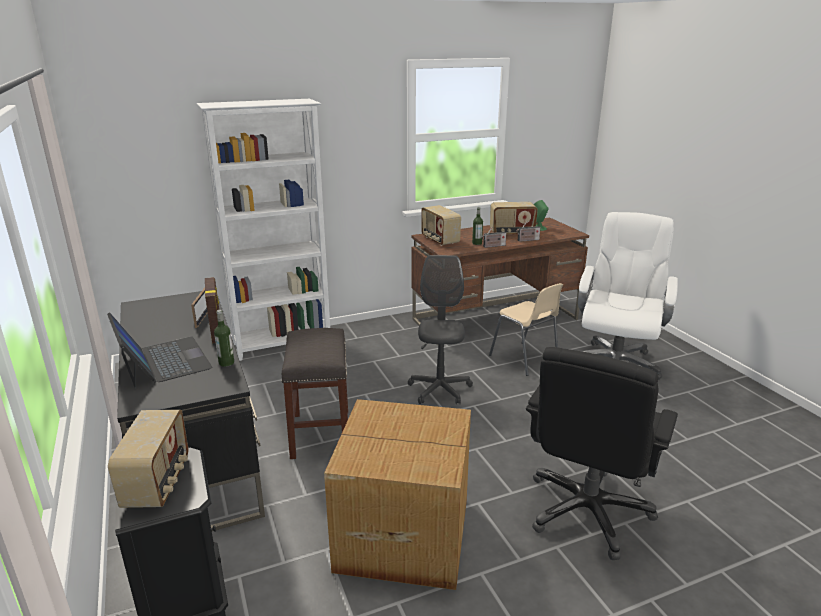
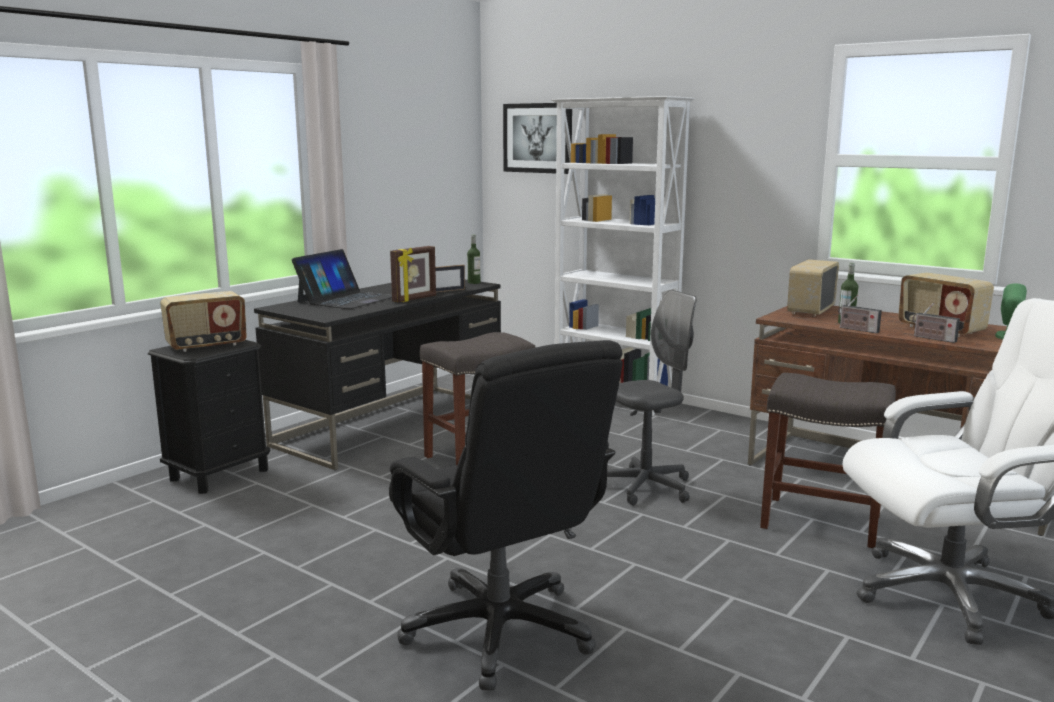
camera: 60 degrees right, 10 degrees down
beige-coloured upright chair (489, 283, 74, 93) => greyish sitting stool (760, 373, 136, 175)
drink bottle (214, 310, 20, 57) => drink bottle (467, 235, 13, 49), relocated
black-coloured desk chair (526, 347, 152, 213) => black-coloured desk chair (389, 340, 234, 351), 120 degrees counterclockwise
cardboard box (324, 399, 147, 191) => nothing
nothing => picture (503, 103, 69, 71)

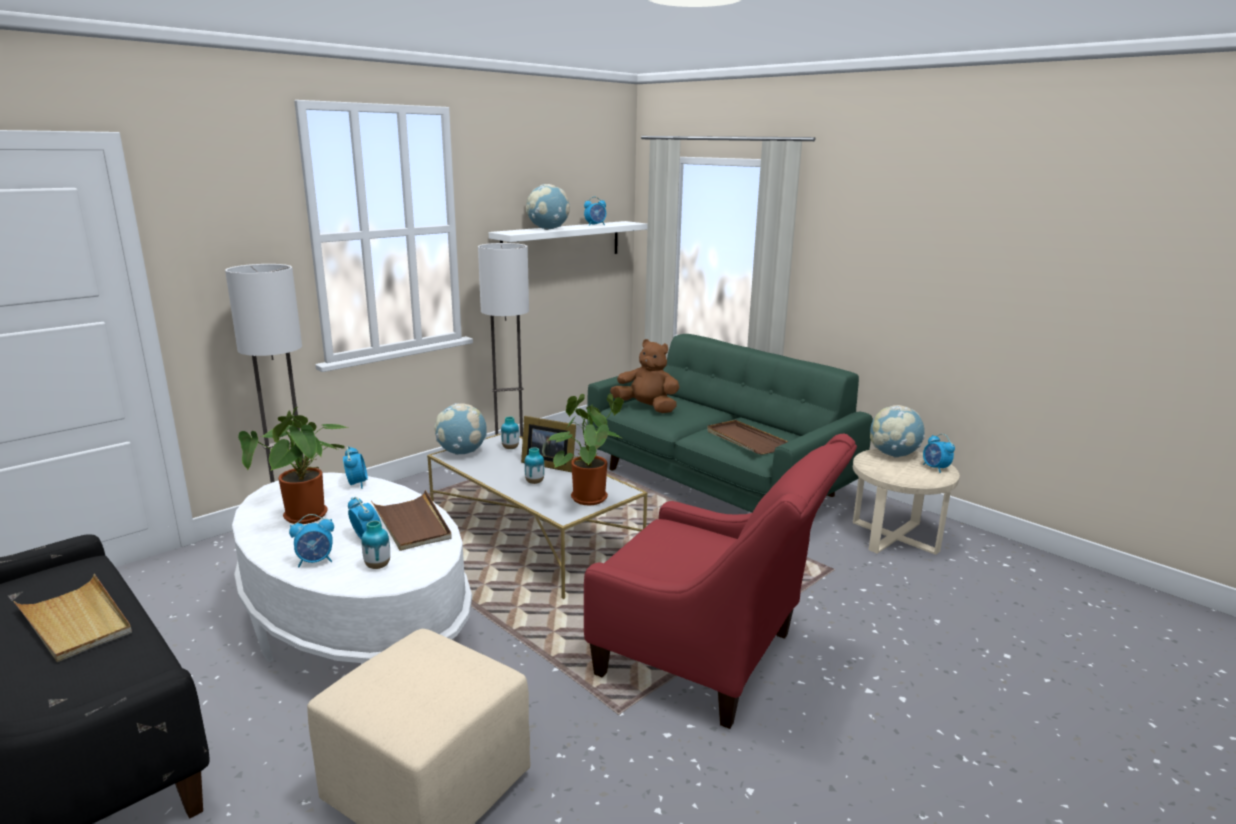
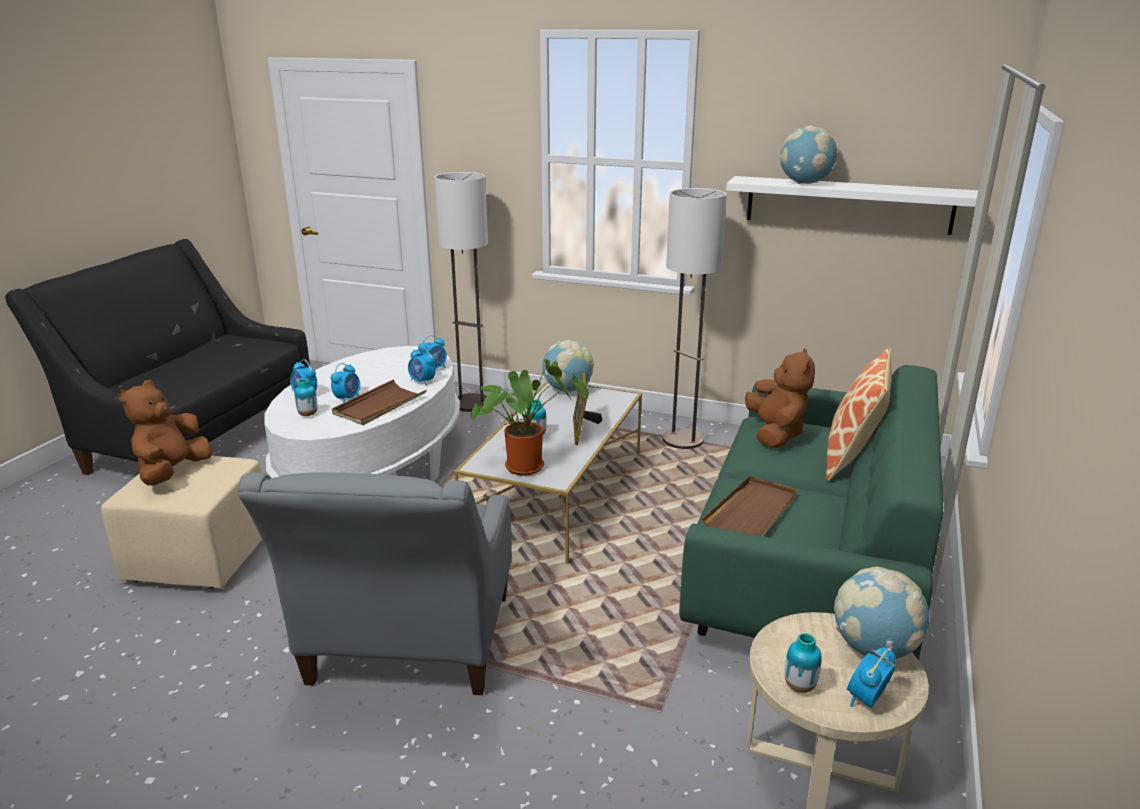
camera: 65 degrees right, 5 degrees up
bedside clock (584, 196, 22, 30) => bedside clock (408, 347, 28, 39), relocated
plant in a pot (238, 407, 112, 117) => nothing
decorative vase (501, 417, 18, 32) => decorative vase (785, 633, 37, 60), relocated
reddish armchair (584, 434, 273, 295) => greyish armchair (238, 472, 274, 223)
beige-coloured carrying tray (13, 574, 119, 88) => nothing
nothing => pillow (826, 347, 66, 134)
nothing => brown-coloured soft toy (118, 380, 94, 106)

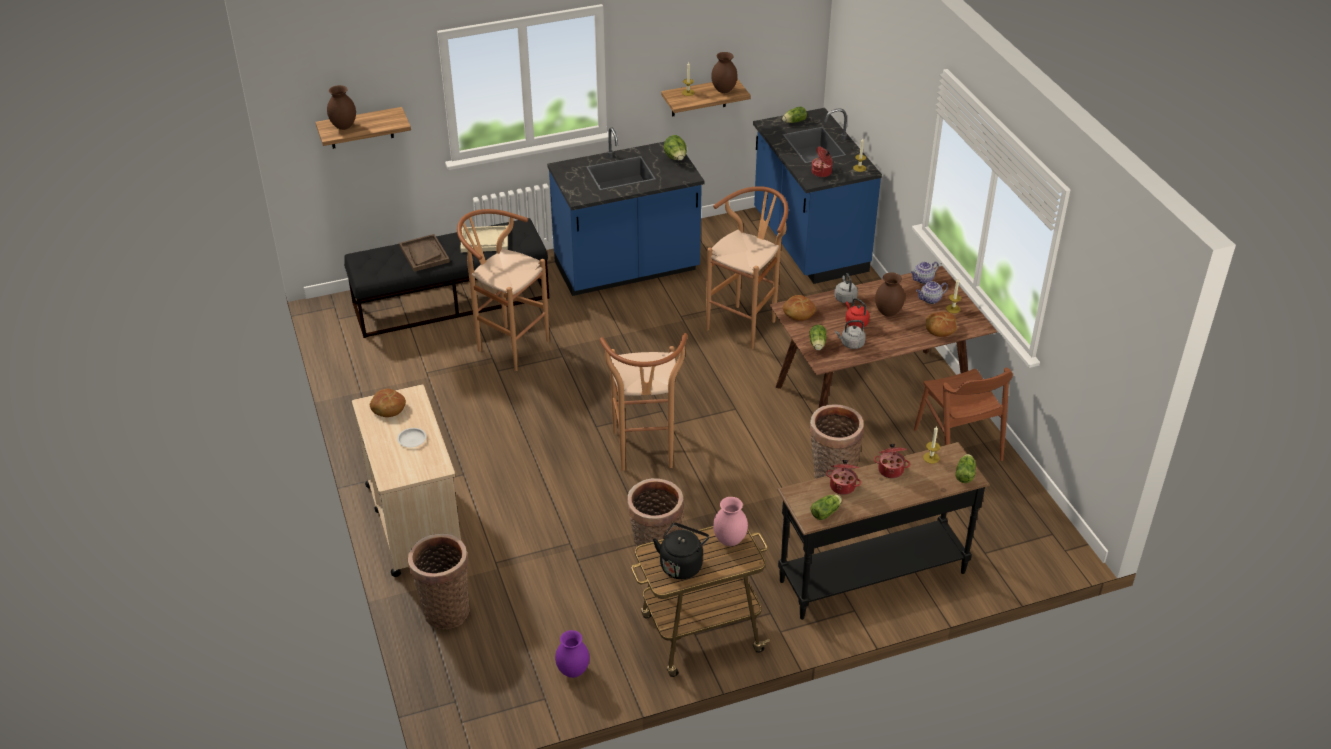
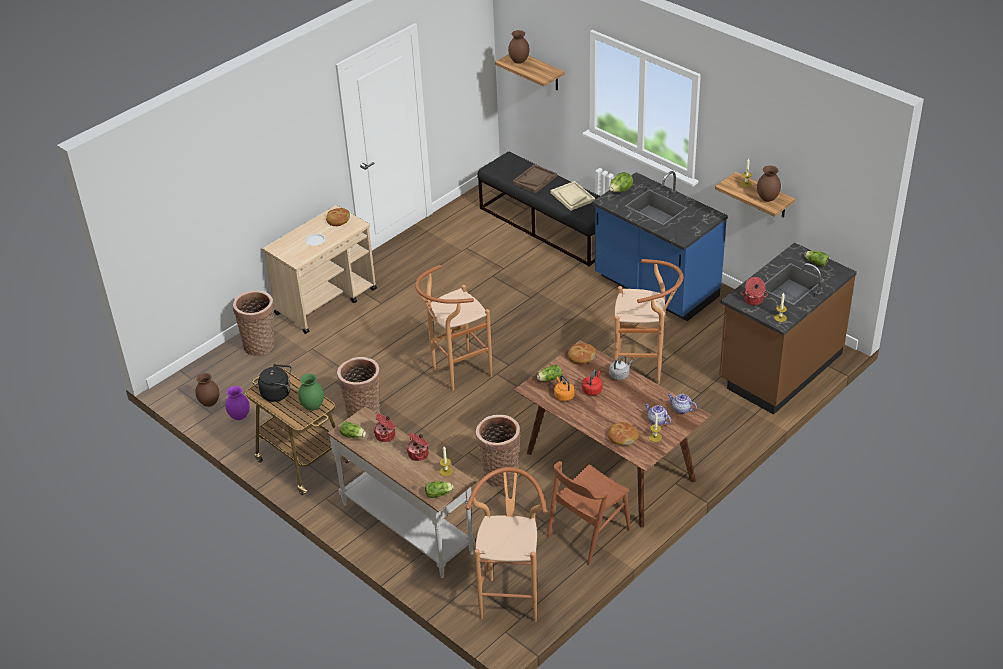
camera: 65 degrees right, 0 degrees up
blue-coloured kitchen counter (753, 108, 129, 176) => brown-coloured kitchen counter (719, 242, 138, 173)
lettuce head (664, 135, 23, 25) => lettuce head (609, 172, 24, 20), relocated
brown-coloured sitting stool (457, 209, 92, 162) => brown-coloured sitting stool (465, 467, 82, 155), relocated
brown-coloured decorative vase (875, 273, 30, 43) => brown-coloured decorative vase (195, 373, 24, 34), relocated
greyish water kettle (835, 320, 31, 29) => orange-coloured water kettle (554, 375, 21, 26)
black-coloured hall table (777, 442, 213, 178) => white-coloured hall table (327, 407, 149, 171)
pink-coloured decorative vase (713, 497, 35, 49) => green decorative vase (298, 373, 26, 38)

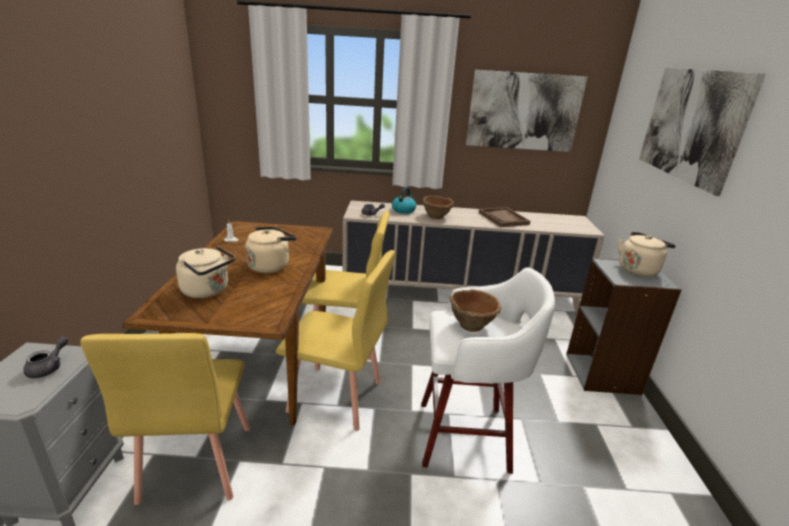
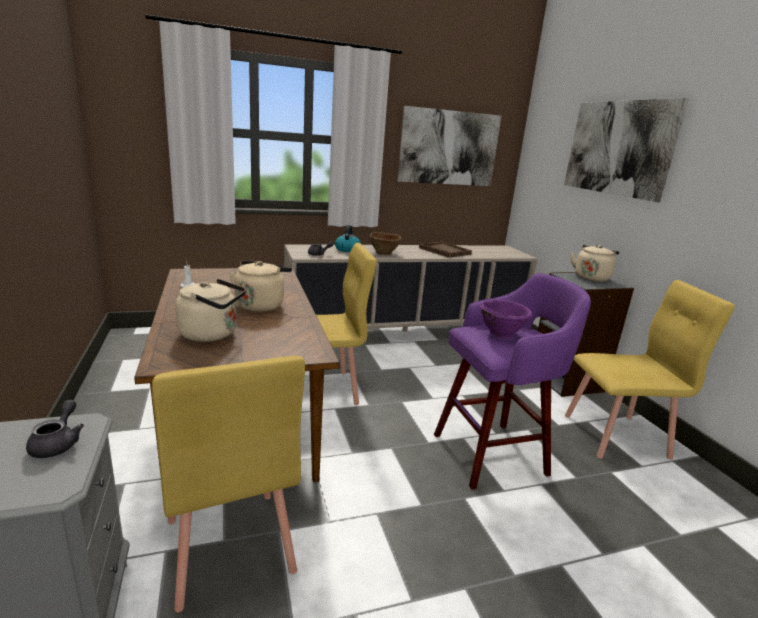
camera: 20 degrees left, 5 degrees down
yellow upright chair (276, 250, 119, 181) => yellow upright chair (565, 280, 170, 180), relocated
white-coloured sitting stool (421, 267, 134, 207) => purplish sitting stool (434, 273, 157, 216)
brown-coloured bowl (449, 289, 52, 43) => purplish bowl (480, 299, 52, 39)

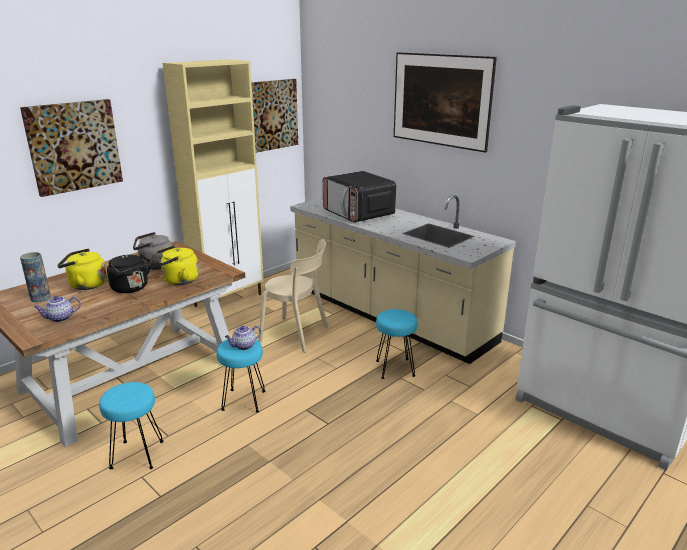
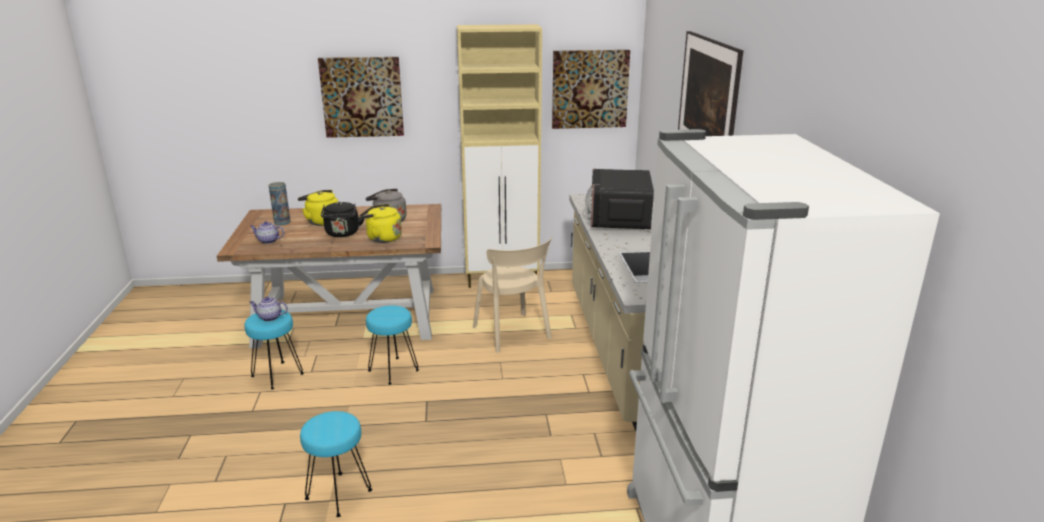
camera: 40 degrees right, 0 degrees up
turquoise sitting stool (376, 309, 42, 70) => turquoise sitting stool (300, 411, 72, 106), relocated
tea pot (225, 326, 36, 24) => tea pot (249, 297, 39, 24), relocated

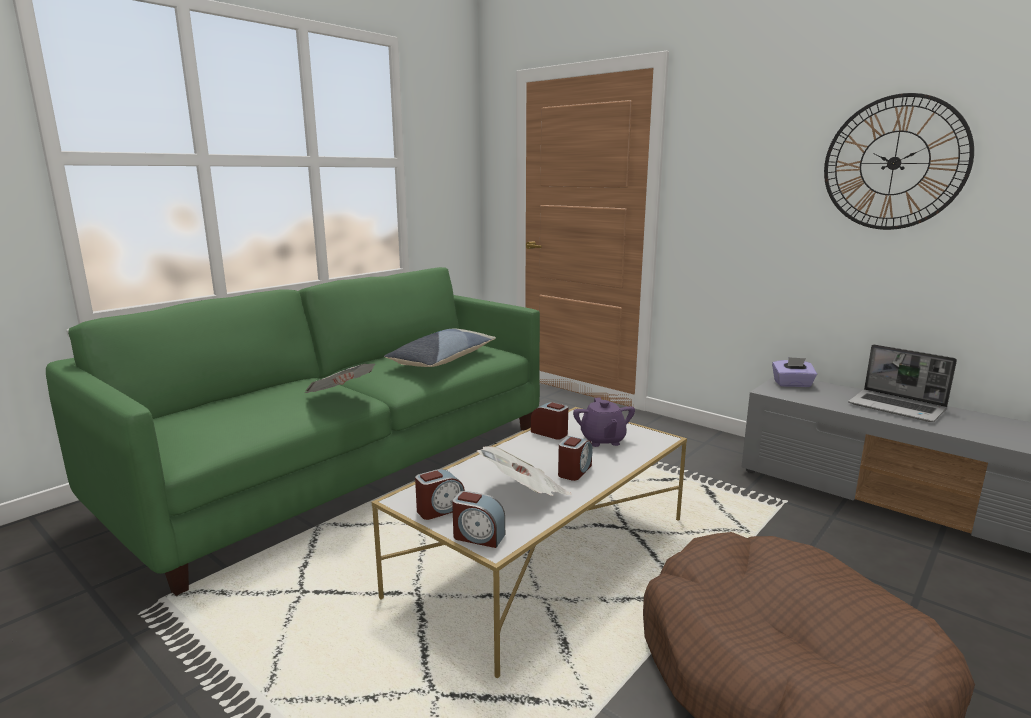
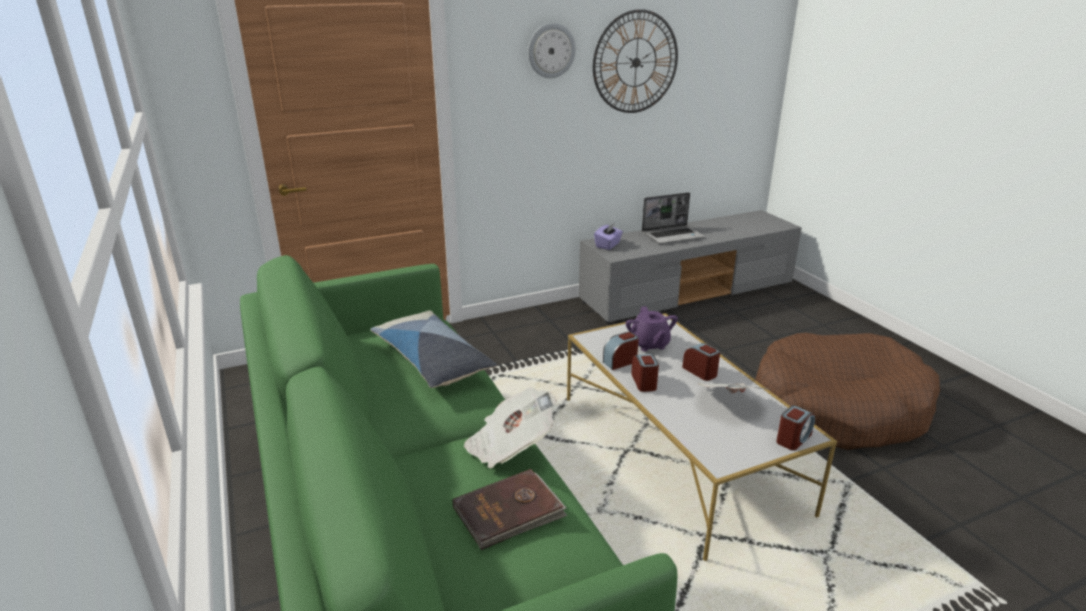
camera: 65 degrees left, 10 degrees up
purplish tea pot (573, 398, 62, 49) => purplish tea pot (626, 306, 52, 45), 60 degrees clockwise
bedside clock (415, 469, 50, 51) => bedside clock (631, 354, 28, 38), relocated
nothing => clock on the wall (528, 23, 48, 55)
nothing => brown-coloured bound book (453, 469, 114, 81)

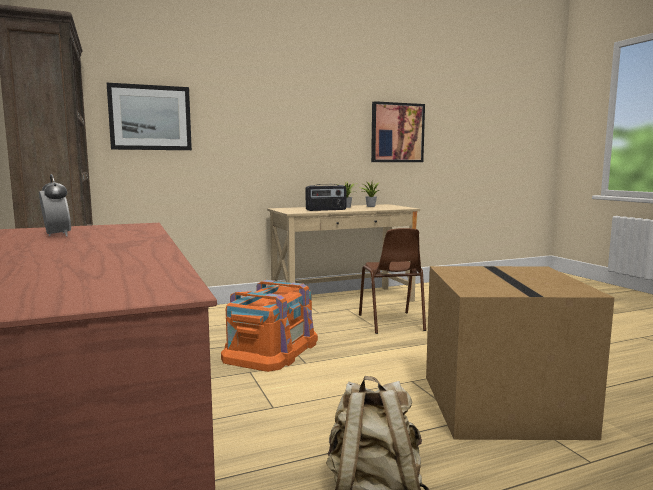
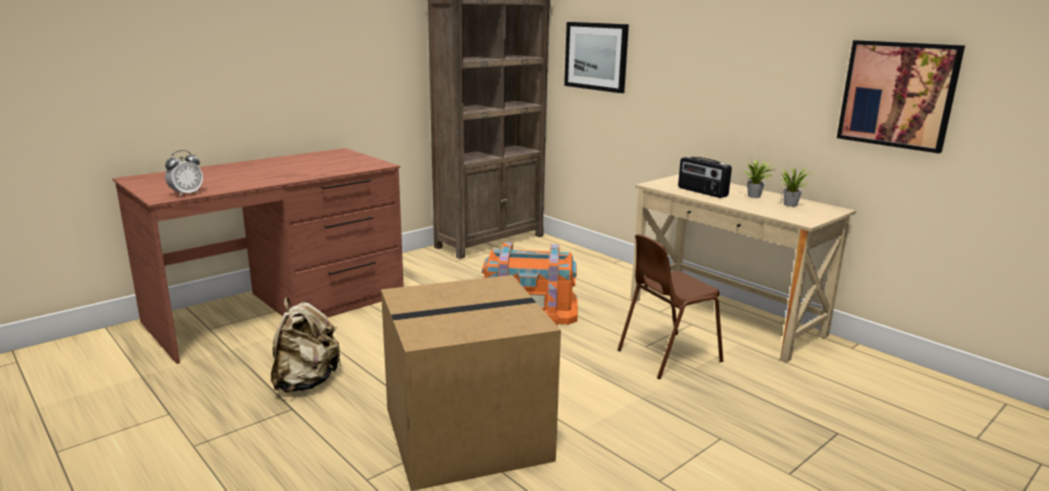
camera: 70 degrees right, 10 degrees up
bedside clock (39, 174, 32, 63) => bedside clock (165, 150, 38, 47), relocated

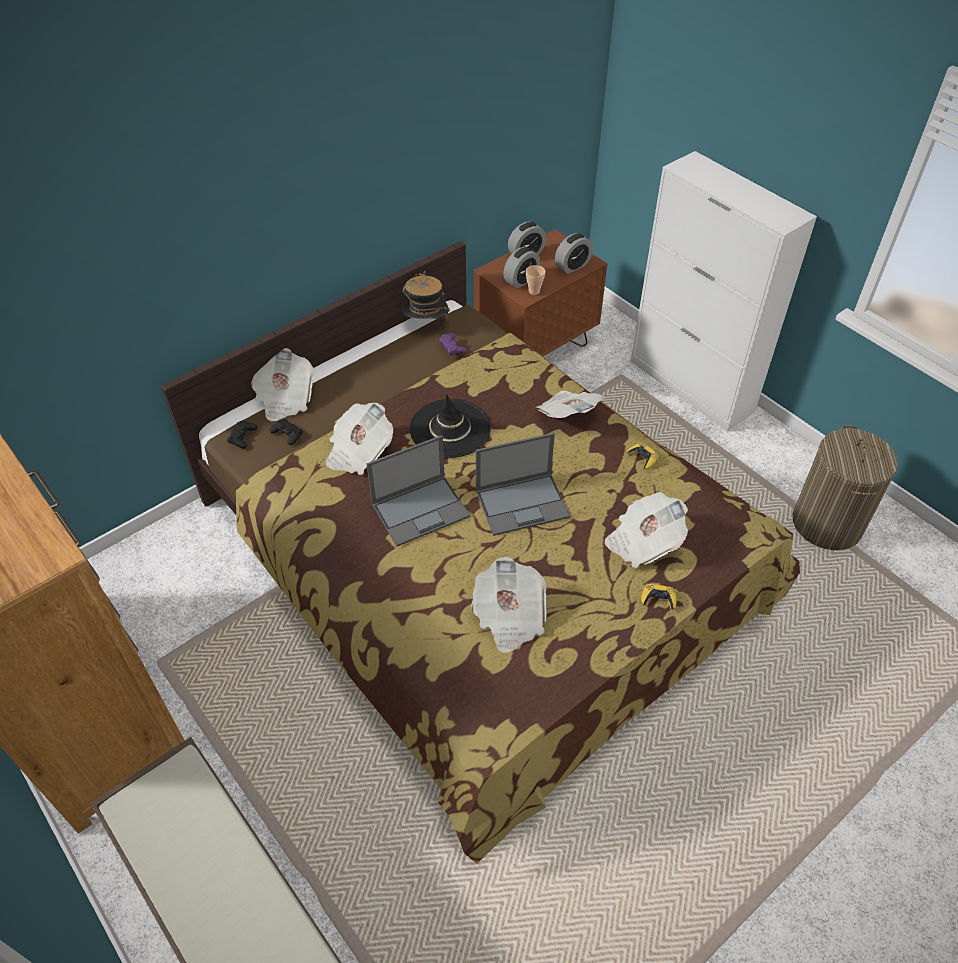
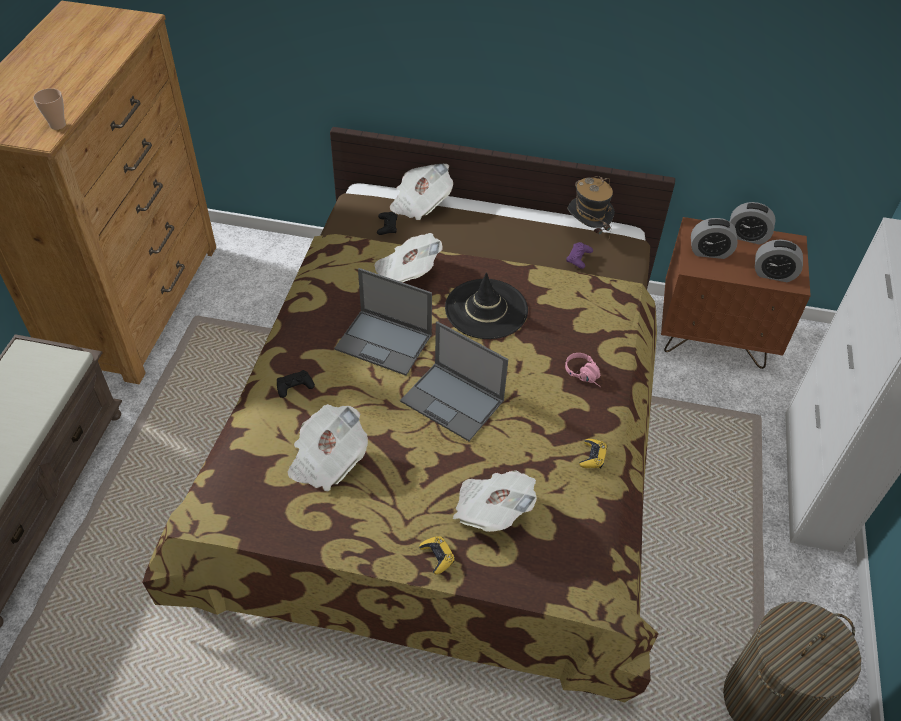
camera: 50 degrees right, 0 degrees up
small cup (526, 265, 19, 30) => small cup (33, 88, 33, 42), relocated
printed paper (536, 390, 69, 28) => pink-coloured headset (565, 353, 36, 34)
black-coloured gamepad (227, 421, 30, 27) => black-coloured gamepad (277, 370, 38, 28), relocated

